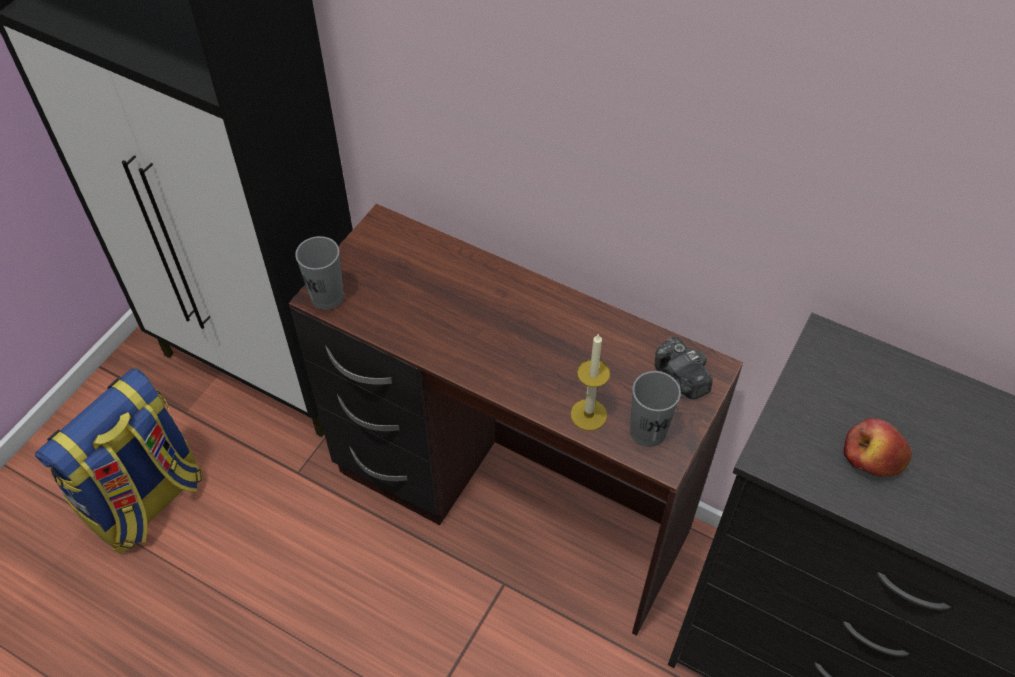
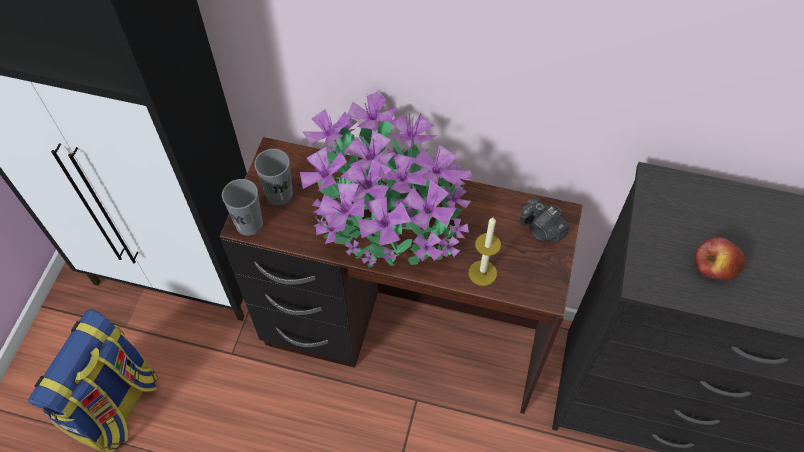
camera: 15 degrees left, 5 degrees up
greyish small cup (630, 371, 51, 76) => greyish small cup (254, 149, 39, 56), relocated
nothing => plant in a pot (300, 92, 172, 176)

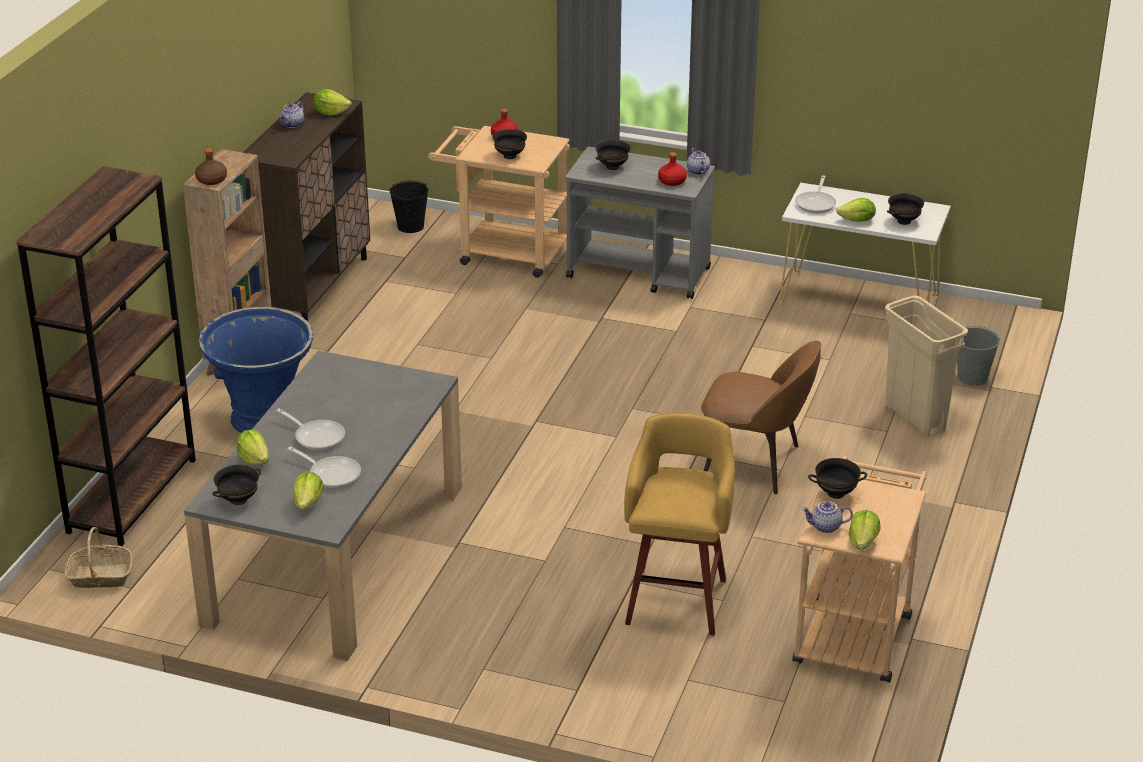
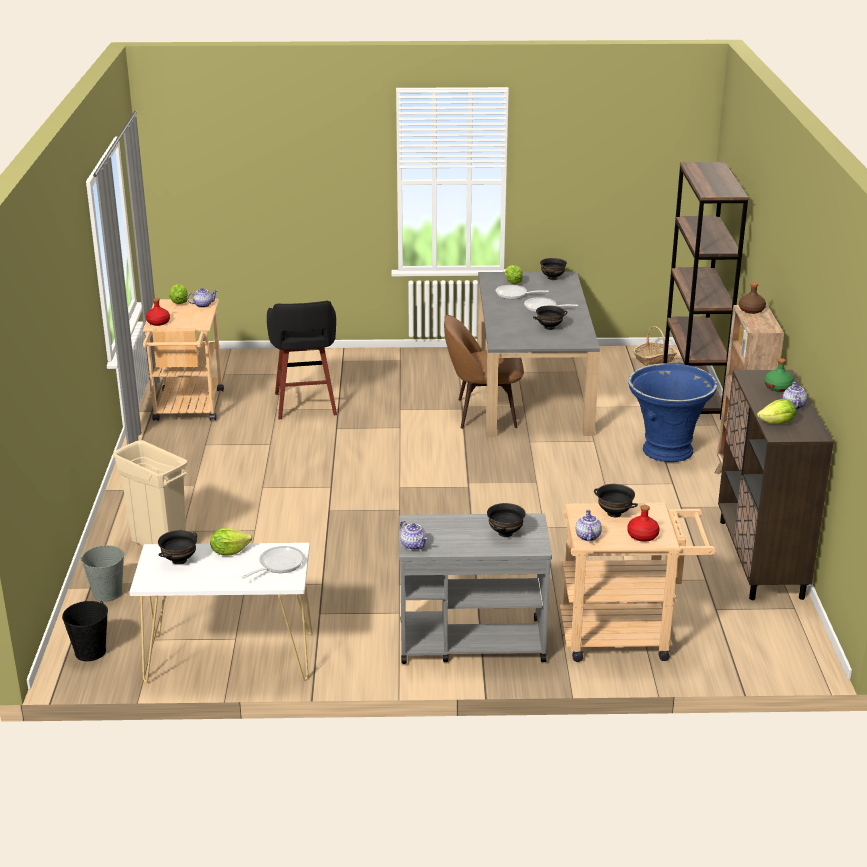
camera: 160 degrees right, 5 degrees down
reddish drink bottle (658, 152, 29, 34) => reddish drink bottle (146, 298, 24, 28), relocated
pan (795, 175, 41, 38) => pan (242, 546, 62, 33), 45 degrees clockwise
black-coloured pail (390, 181, 38, 52) => black-coloured pail (62, 601, 46, 60), relocated
brown-coloured upright chair (701, 341, 120, 153) => brown-coloured upright chair (444, 315, 80, 114), relocated
yellow sitting stool (624, 413, 111, 223) => black-coloured sitting stool (267, 301, 70, 118)
lettuce head (237, 429, 31, 36) => nothing
black-coloured bowl (808, 458, 59, 41) => black-coloured bowl (533, 305, 34, 25), relocated
nothing => green drink bottle (764, 358, 30, 34)
nothing => tea pot (576, 510, 26, 31)

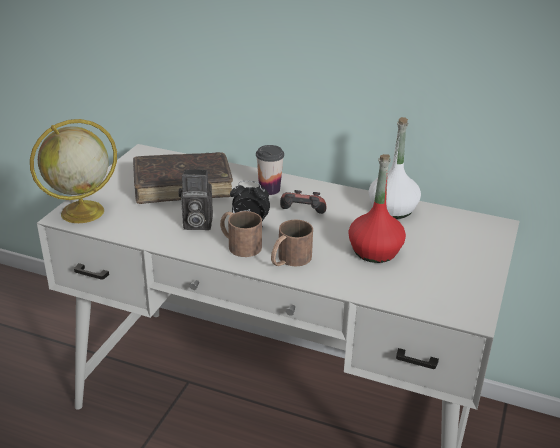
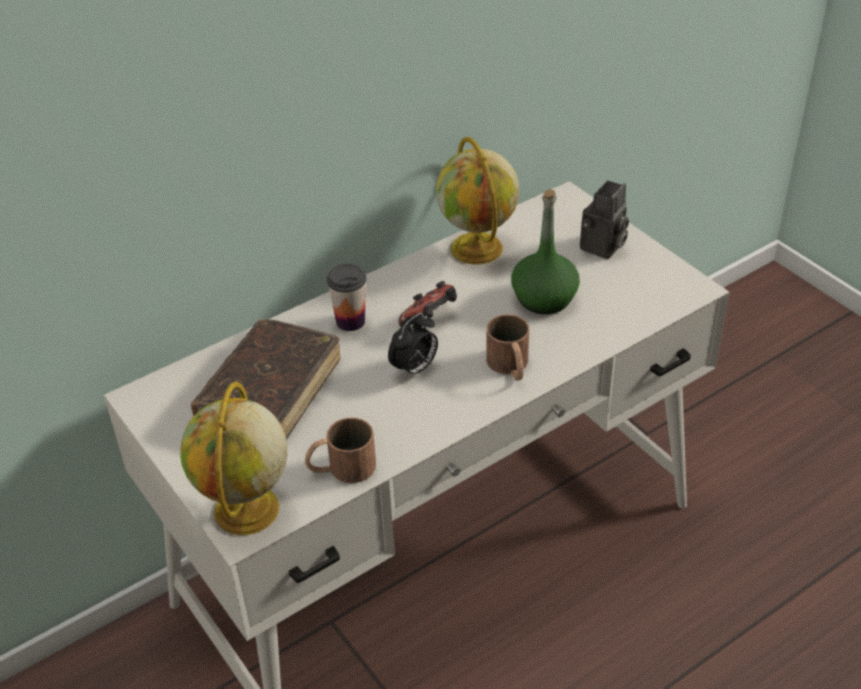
camera: 55 degrees left, 10 degrees up
white-coloured drink bottle (369, 117, 52, 102) => world globe (436, 137, 84, 128)
reddish drink bottle (348, 154, 58, 109) => green drink bottle (511, 190, 69, 124)
still camera (179, 169, 34, 61) => still camera (580, 180, 49, 79), relocated
brown-coloured coffee mug (220, 211, 42, 46) => brown-coloured coffee mug (305, 418, 71, 65), relocated

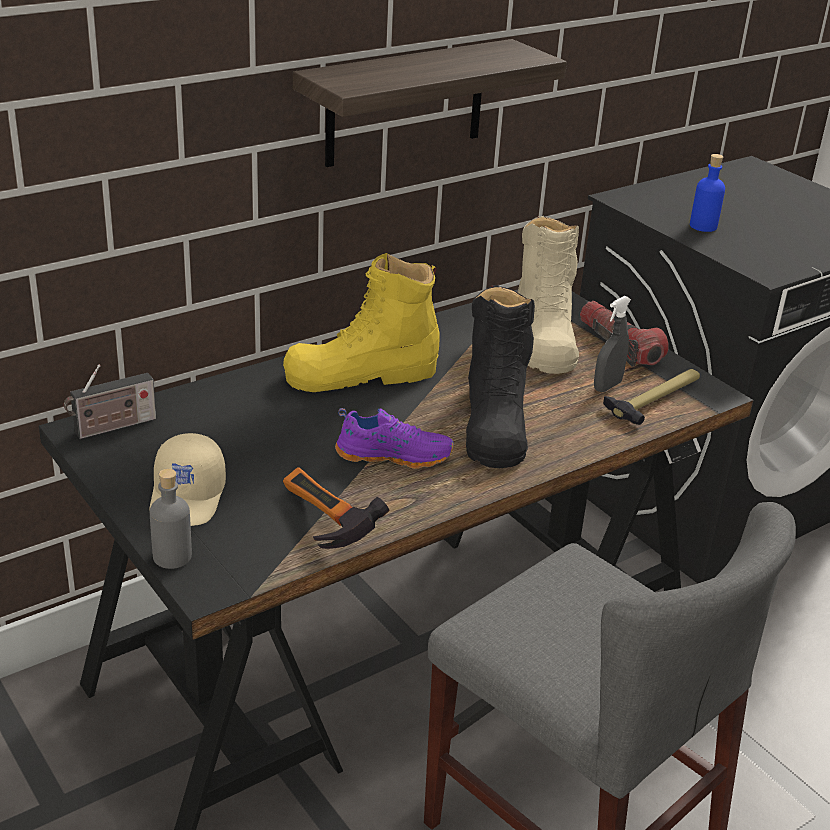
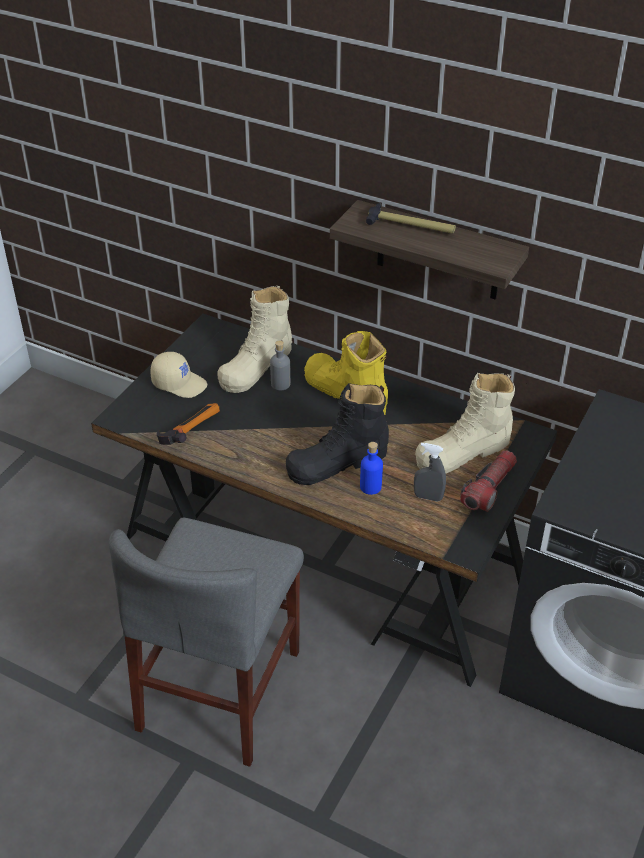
camera: 65 degrees right, 10 degrees up
blue-coloured drink bottle (690, 154, 35, 78) => blue-coloured drink bottle (360, 442, 23, 53), relocated
radio set (64, 364, 92, 75) => nothing
hammer (603, 369, 97, 56) => hammer (366, 202, 90, 32), relocated
purplish shoe (335, 408, 119, 61) => nothing
beige-coloured cap (150, 433, 76, 93) => beige-coloured cap (150, 352, 57, 46), 135 degrees counterclockwise
greyish drink bottle (150, 469, 42, 100) => greyish drink bottle (270, 340, 21, 50), relocated
nothing => beige-coloured high-top boot (217, 285, 75, 108)

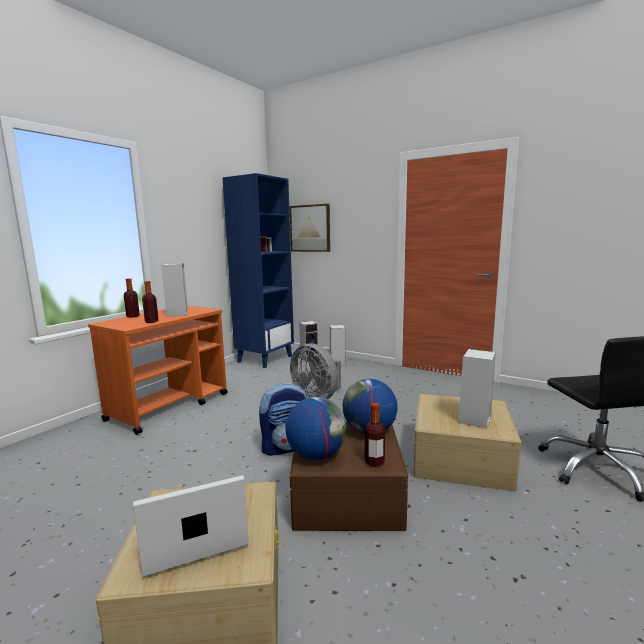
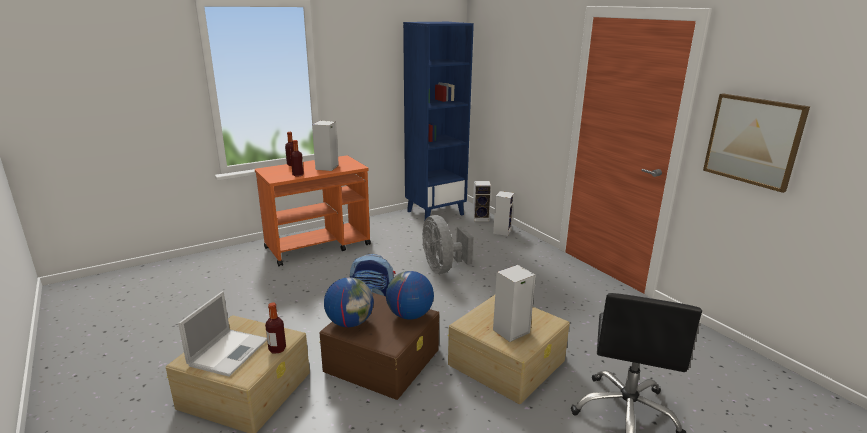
camera: 25 degrees right, 10 degrees up
picture (290, 204, 40, 48) => picture (703, 94, 107, 99), relocated
drink bottle (365, 403, 20, 64) => drink bottle (265, 302, 21, 52), relocated
notebook computer (133, 475, 116, 102) => notebook computer (178, 291, 89, 86), 105 degrees clockwise

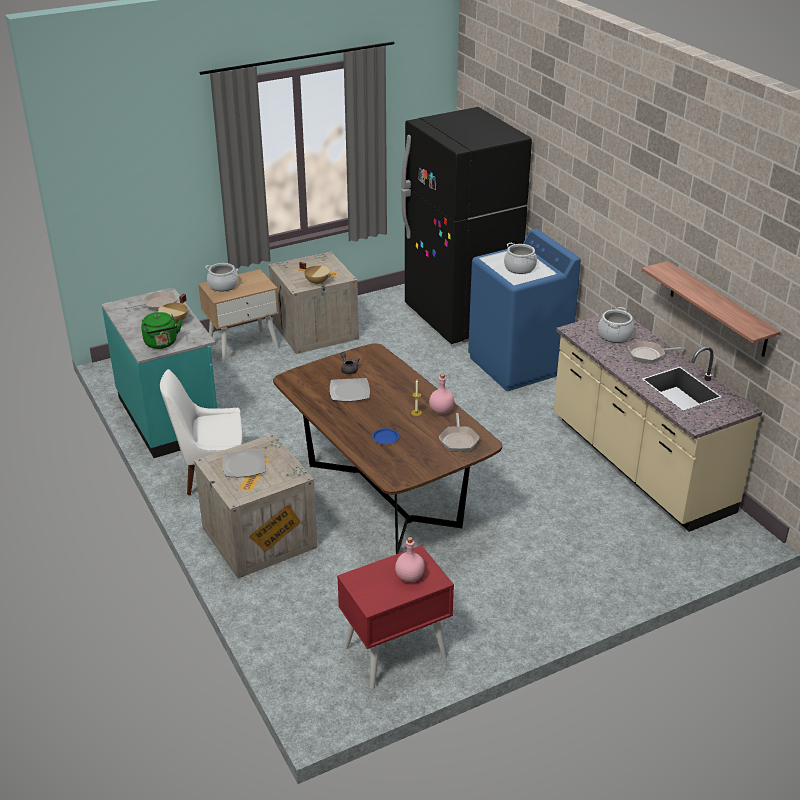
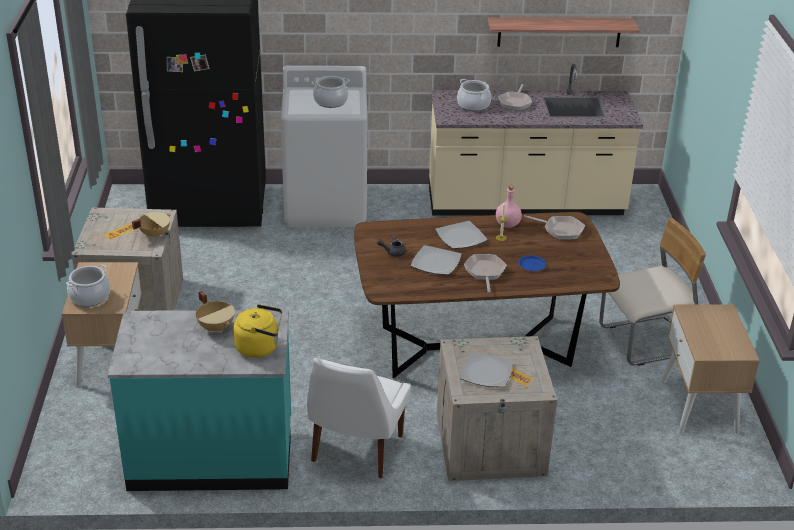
camera: 65 degrees left, 0 degrees up
blue-coloured laundry appliance (468, 229, 113, 162) => white-coloured laundry appliance (281, 66, 87, 161)
pan (124, 292, 54, 19) => pan (464, 254, 43, 39), relocated
green water kettle (141, 312, 41, 37) => yellow water kettle (233, 304, 49, 54)
pink-coloured drink bottle (395, 537, 30, 45) => nothing
reddish nightstand (337, 545, 117, 144) => beige-coloured nightstand (660, 304, 100, 131)
nothing => beige-coloured upright chair (599, 218, 107, 148)
nothing => plate (435, 221, 53, 28)

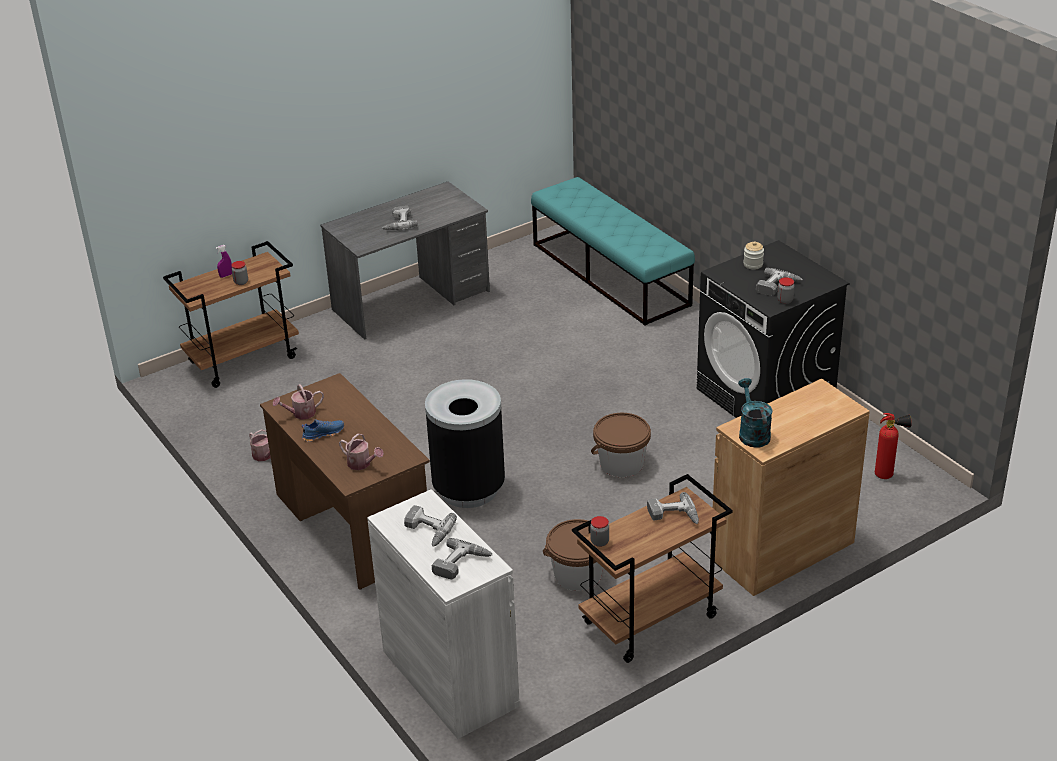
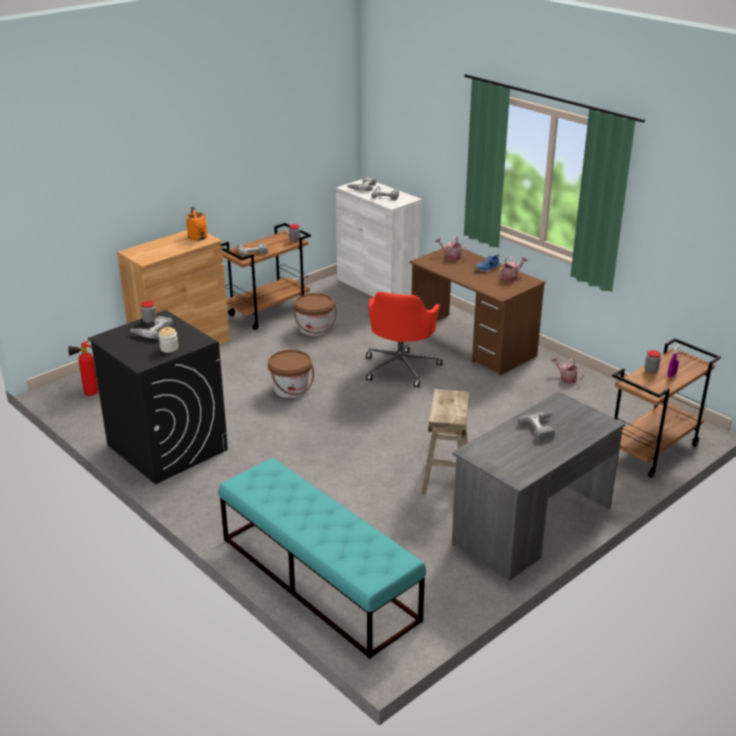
camera: 170 degrees right, 5 degrees down
turquoise sprinkling can (738, 378, 34, 70) => orange-coloured sprinkling can (186, 207, 22, 34)
black-coloured waste bin (425, 379, 80, 129) => reddish desk chair (366, 292, 77, 96)
nothing => beige-coloured sitting stool (421, 389, 49, 105)

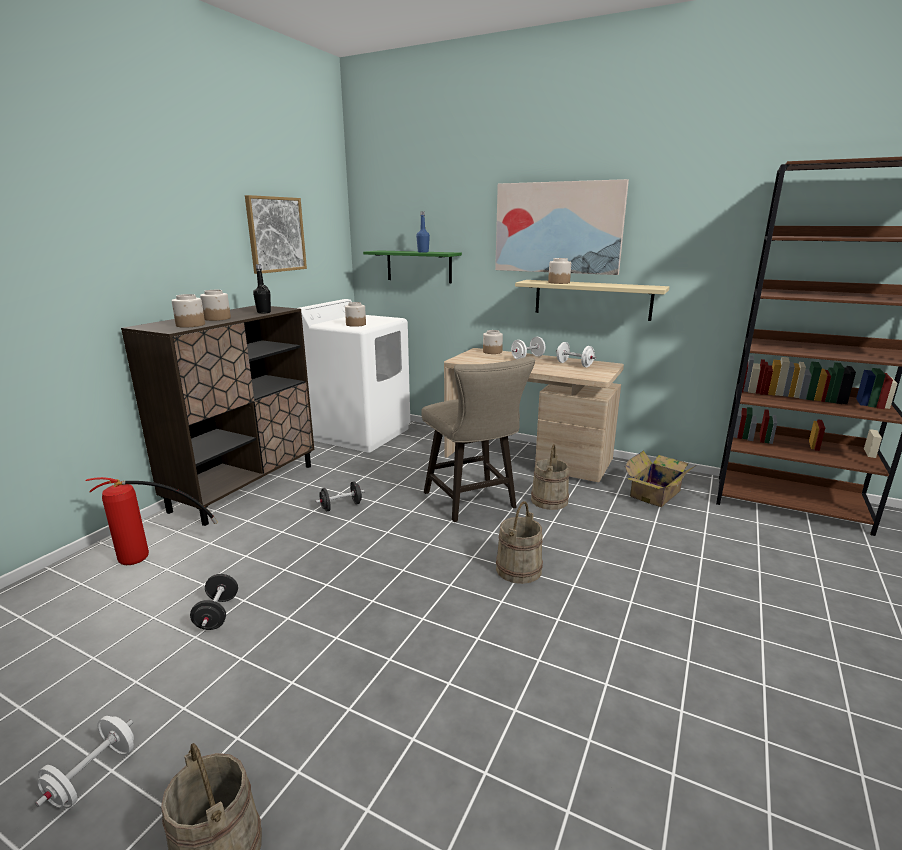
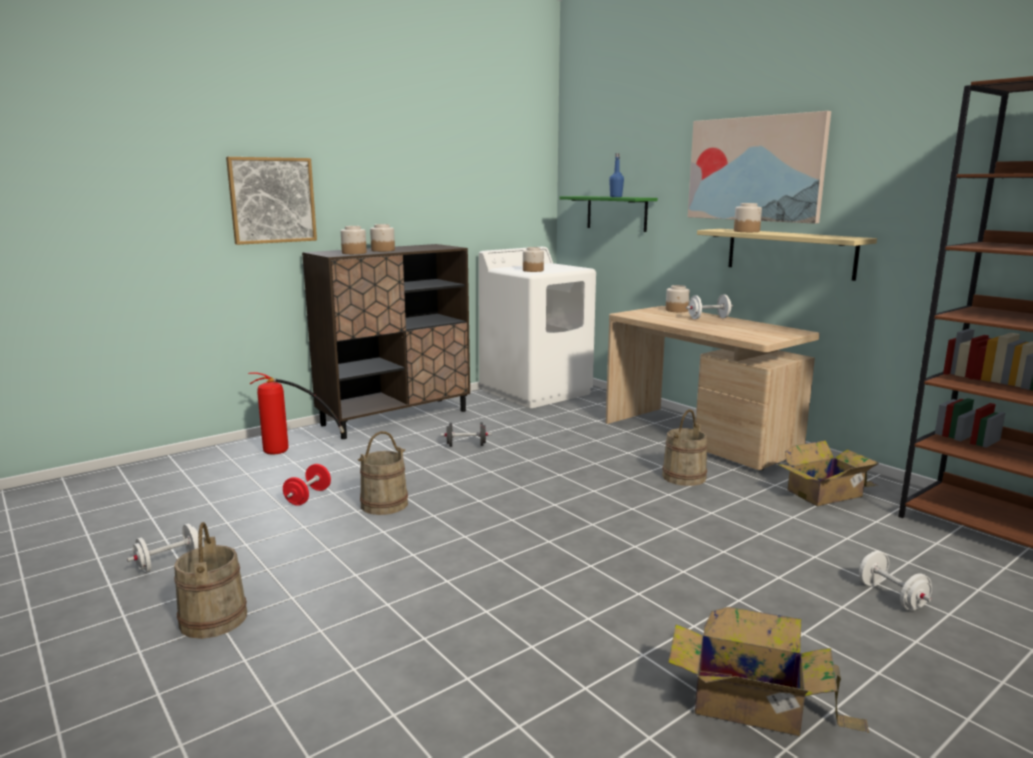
camera: 25 degrees right, 5 degrees down
picture (245, 195, 62, 79) => picture (226, 157, 91, 88), relocated
black-coloured drink bottle (253, 264, 18, 50) => nothing
white-coloured free weight (556, 342, 40, 25) => white-coloured free weight (859, 551, 73, 60), relocated
beige-coloured sitting stool (421, 357, 114, 165) => nothing
beige-coloured pail (496, 501, 47, 83) => beige-coloured pail (358, 431, 50, 84), relocated
black-coloured free weight (190, 574, 48, 56) => reddish free weight (283, 464, 48, 42)
nothing => cardboard box (668, 607, 201, 129)

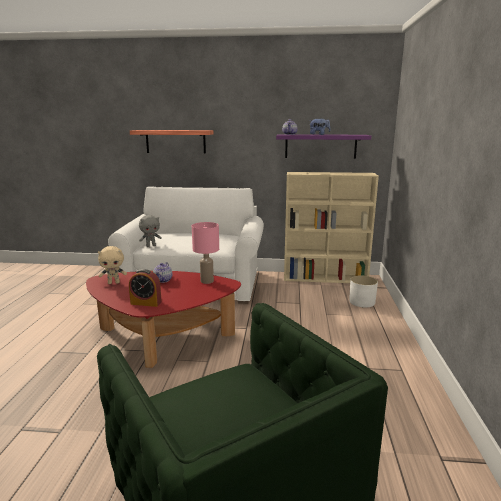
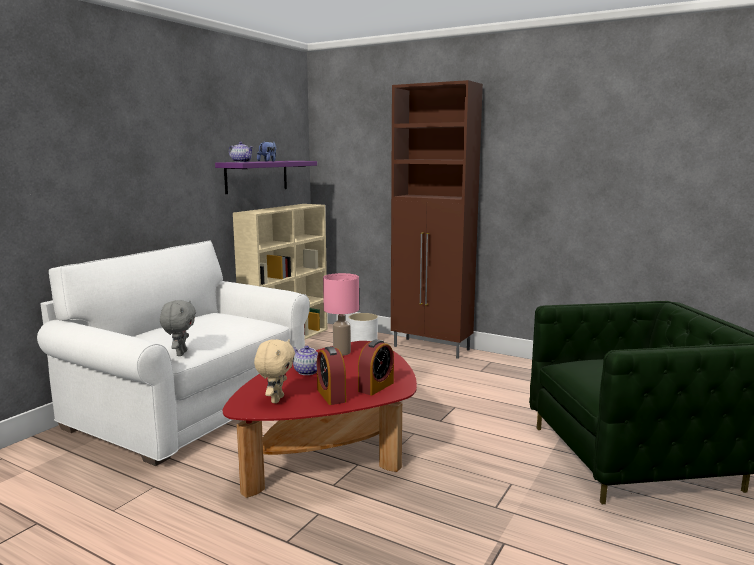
camera: 65 degrees left, 5 degrees down
shelf (130, 130, 84, 24) => nothing
nothing => brown-coloured cabinet (391, 80, 92, 279)
nothing => bedside clock (317, 346, 29, 59)

